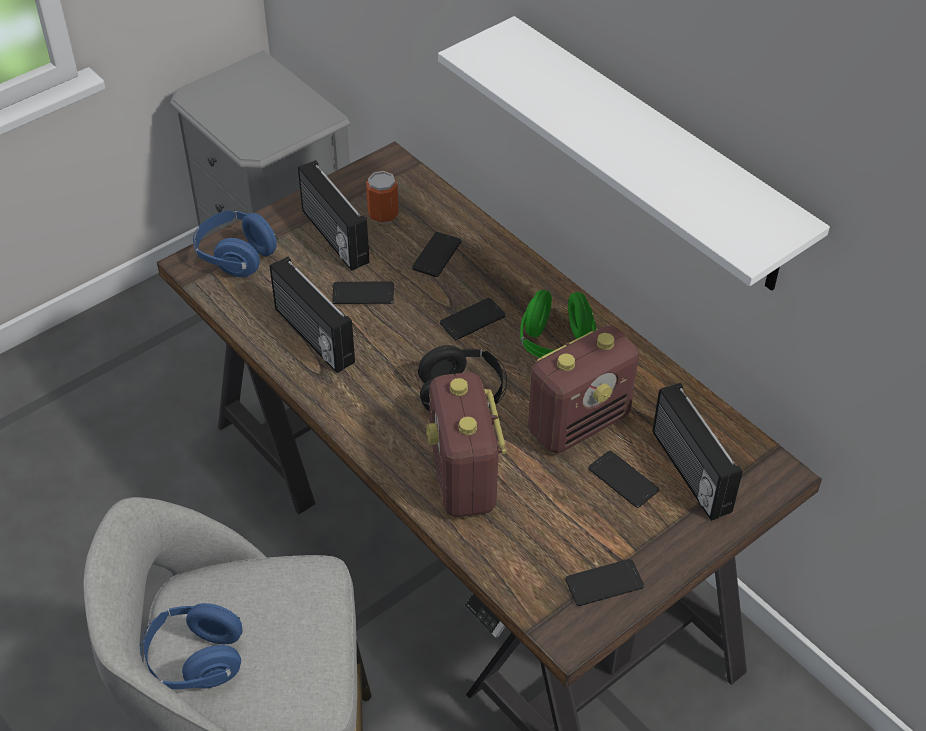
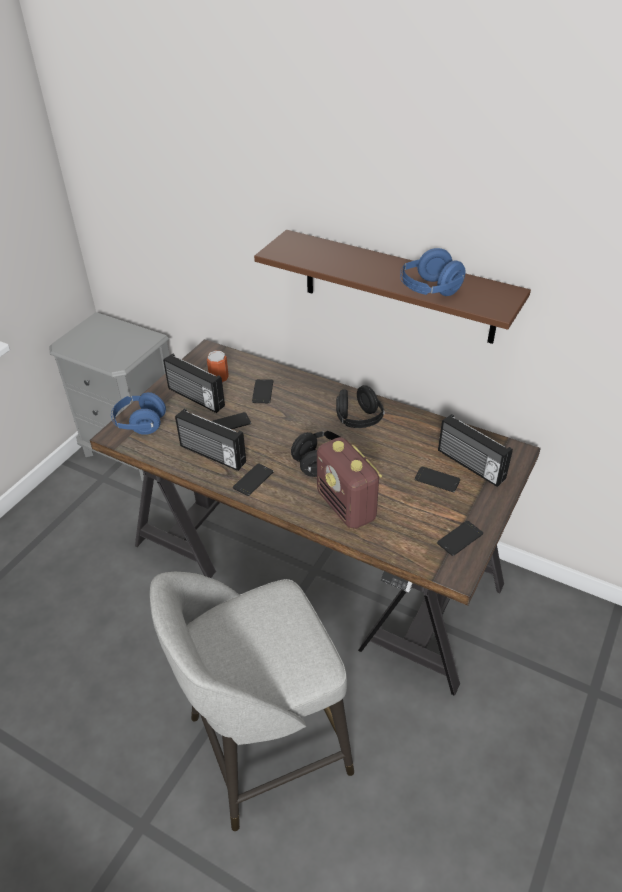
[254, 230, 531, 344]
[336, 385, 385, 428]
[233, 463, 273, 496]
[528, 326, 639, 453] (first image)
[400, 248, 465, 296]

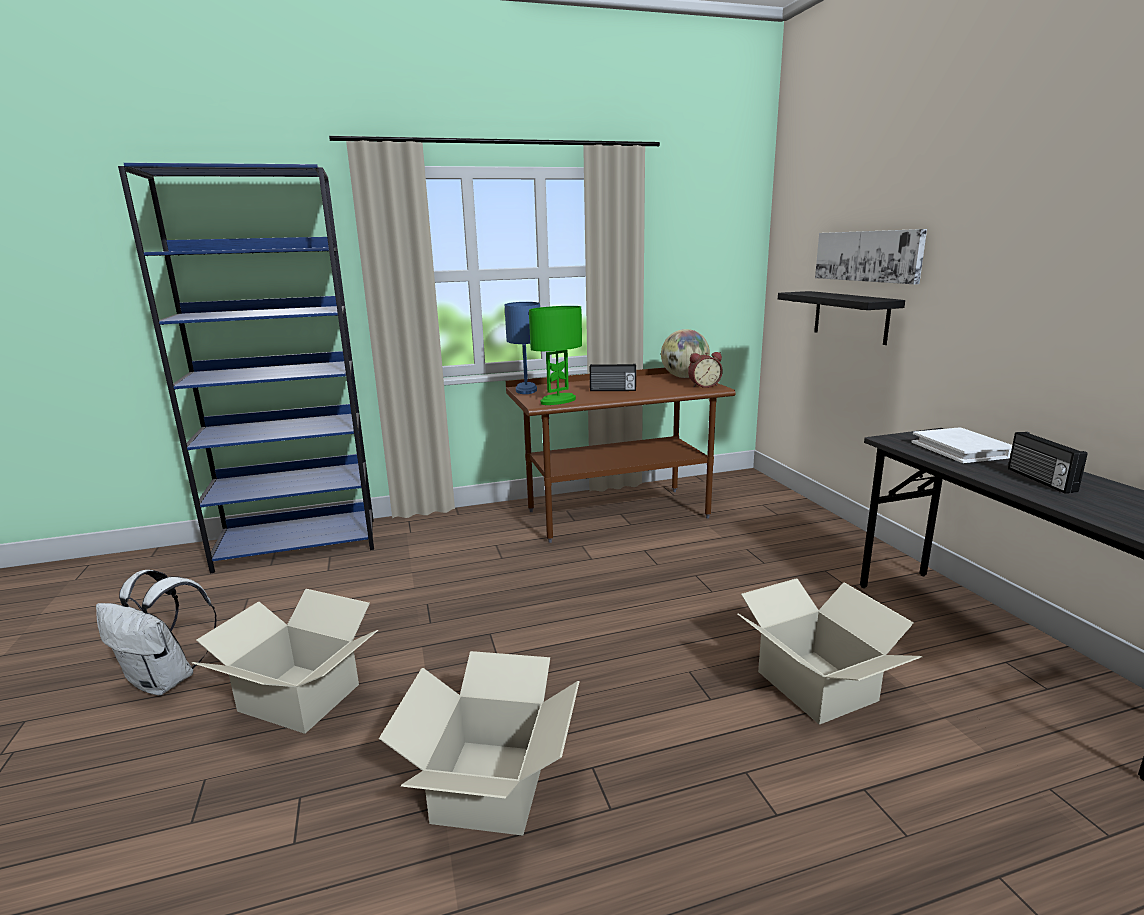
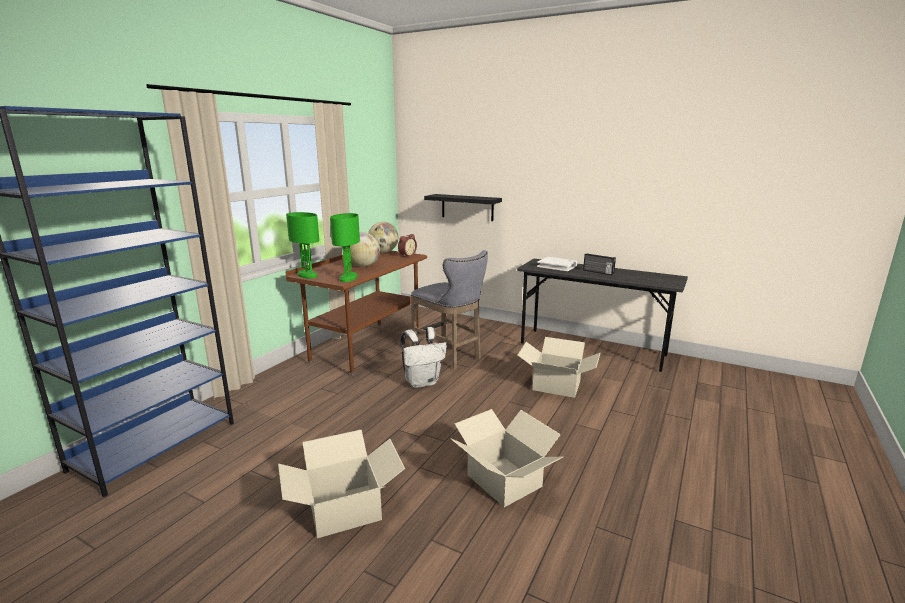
[815, 229, 927, 284] (first image)
[286, 212, 319, 279]
[345, 232, 380, 267]
[401, 327, 447, 388]
[411, 250, 488, 369]

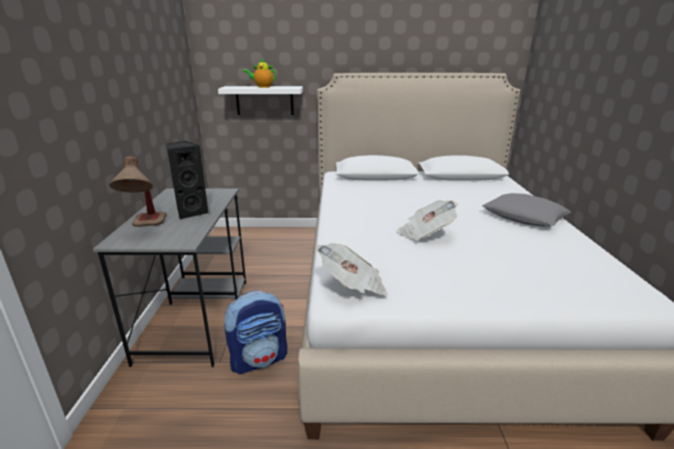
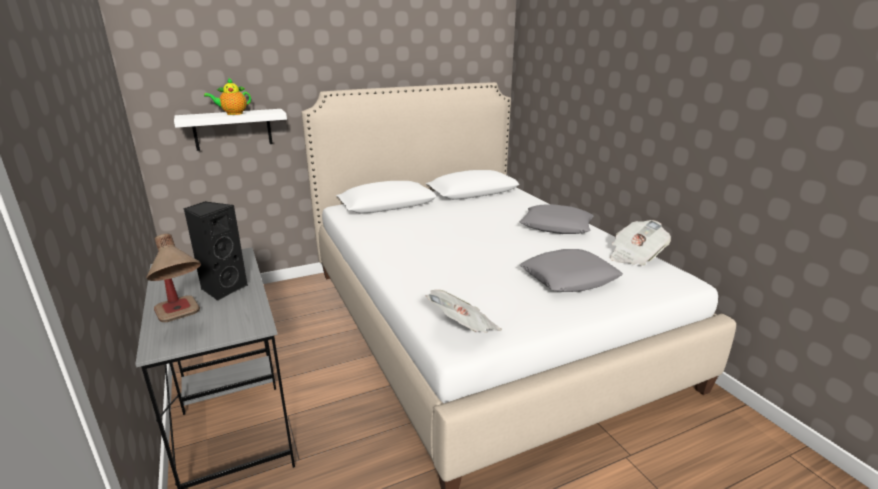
[610, 220, 671, 266]
[224, 291, 287, 374] (first image)
[520, 249, 623, 292]

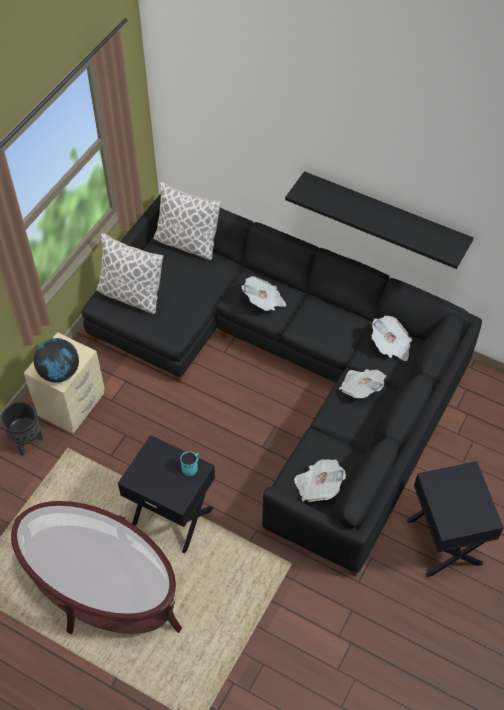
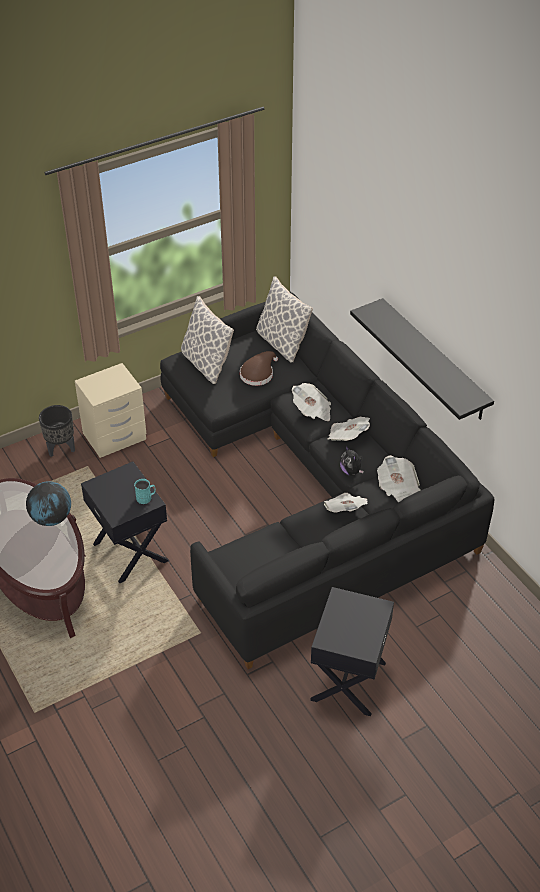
[26, 481, 71, 526]
[327, 417, 370, 441]
[240, 351, 278, 386]
[340, 446, 364, 476]

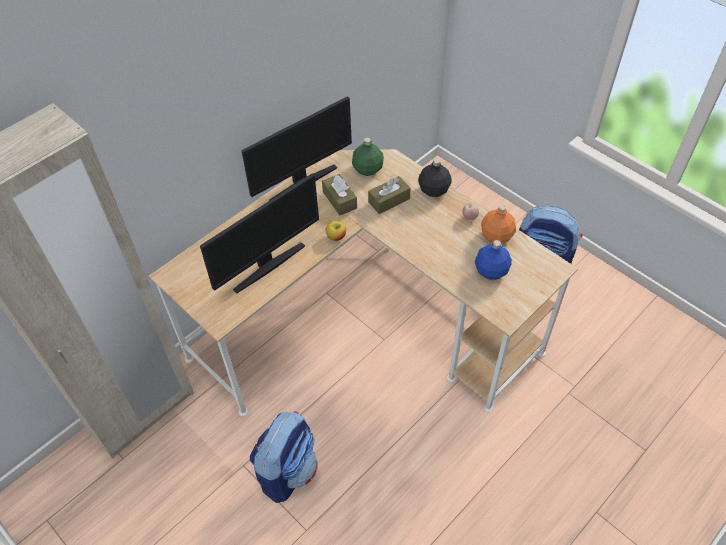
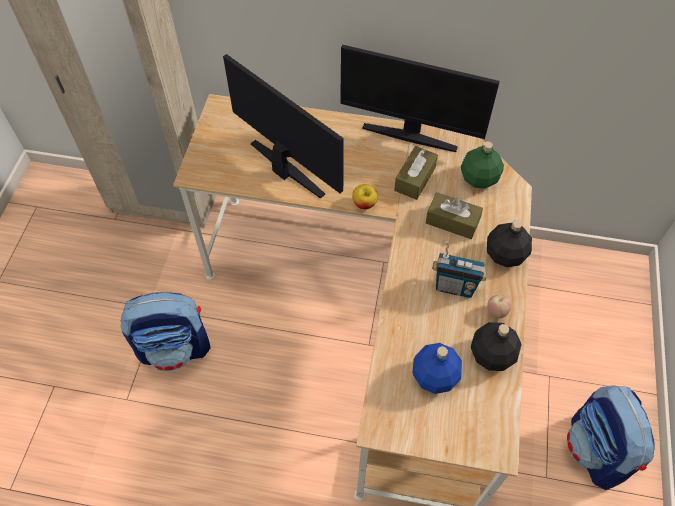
[223, 54, 344, 199]
[471, 322, 522, 371]
[432, 241, 487, 298]

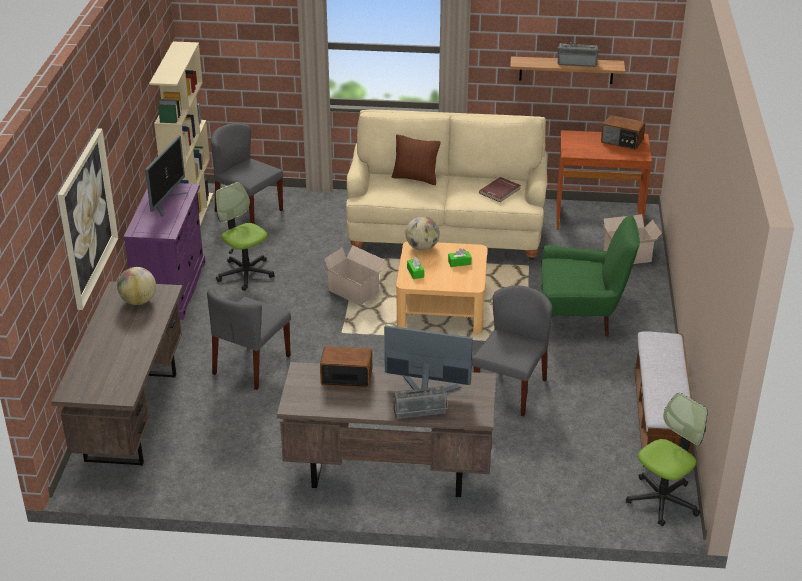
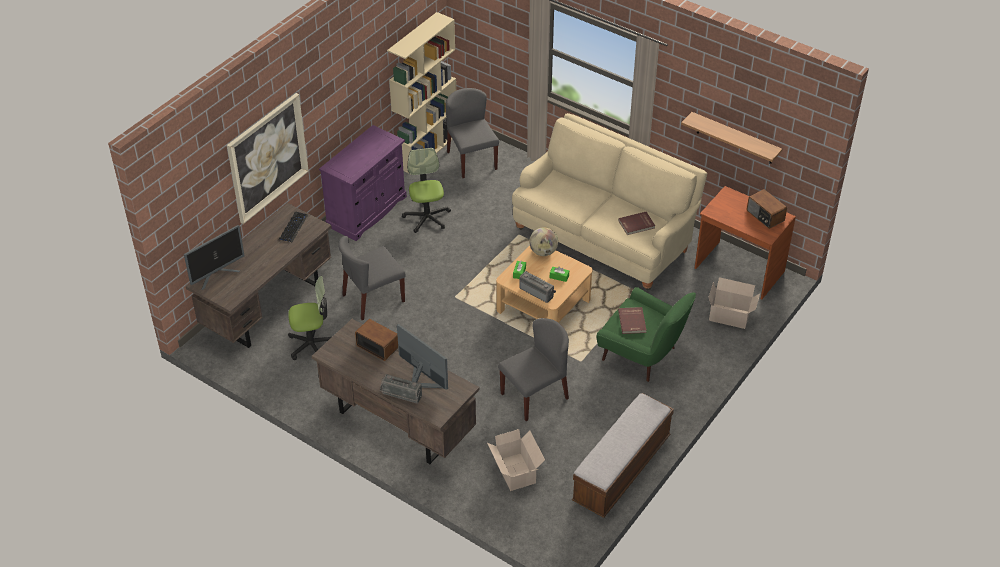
[519, 271, 556, 303]
[392, 134, 441, 185] (first image)
[184, 225, 245, 290]
[487, 429, 545, 491]
[279, 211, 308, 242]
[288, 276, 331, 360]
[618, 307, 646, 334]

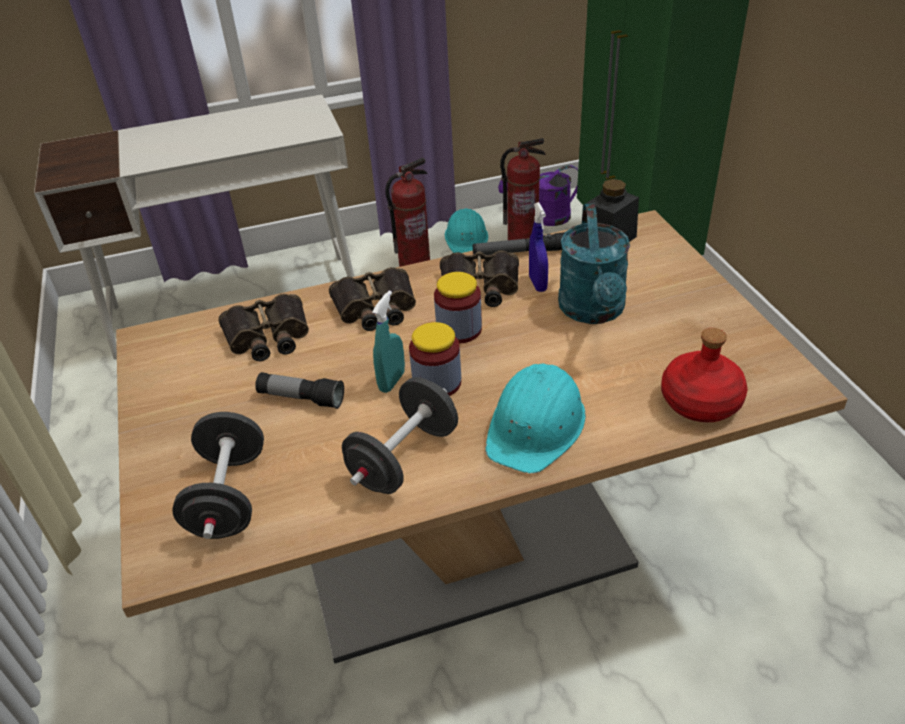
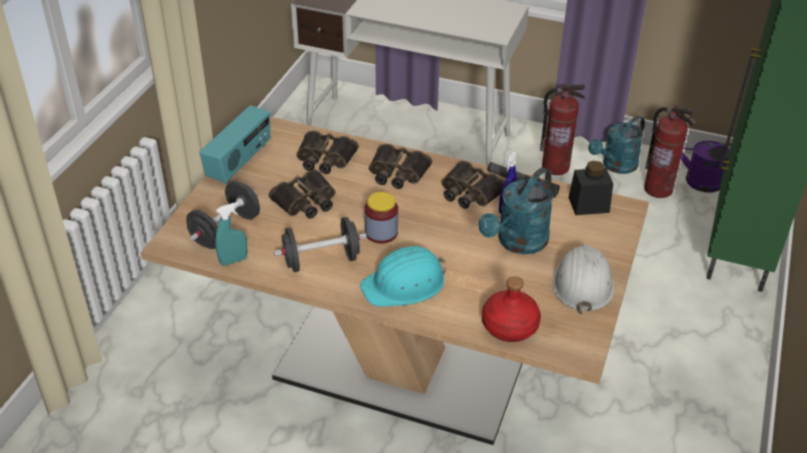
[588, 116, 645, 174]
[434, 272, 482, 344] (first image)
[215, 202, 247, 266]
[269, 170, 336, 219]
[200, 106, 270, 184]
[553, 244, 614, 315]

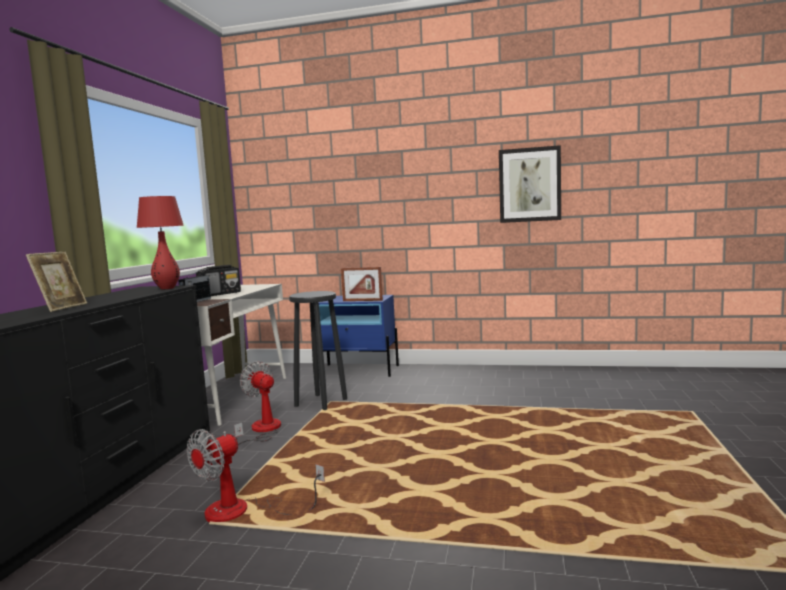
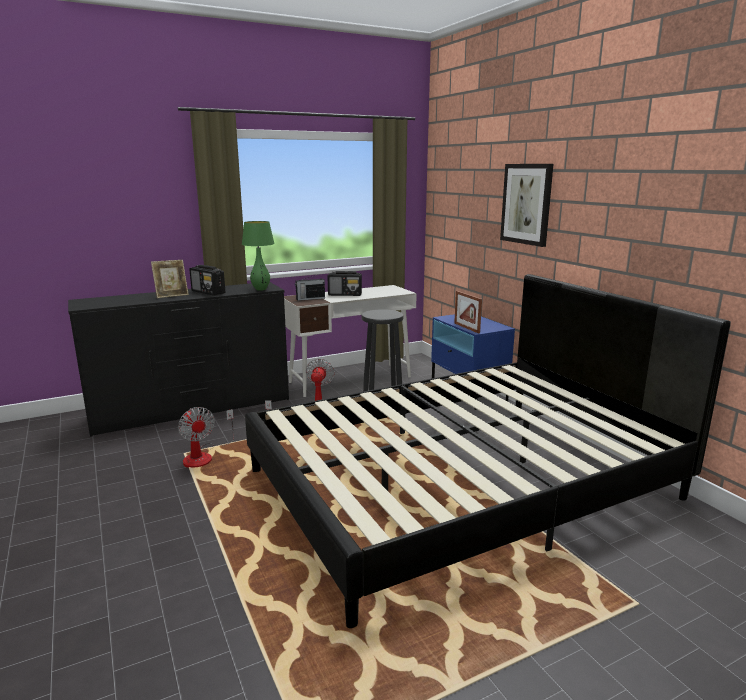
[500, 164, 553, 247]
[242, 221, 275, 291]
[178, 407, 234, 468]
[189, 265, 225, 296]
[245, 274, 731, 628]

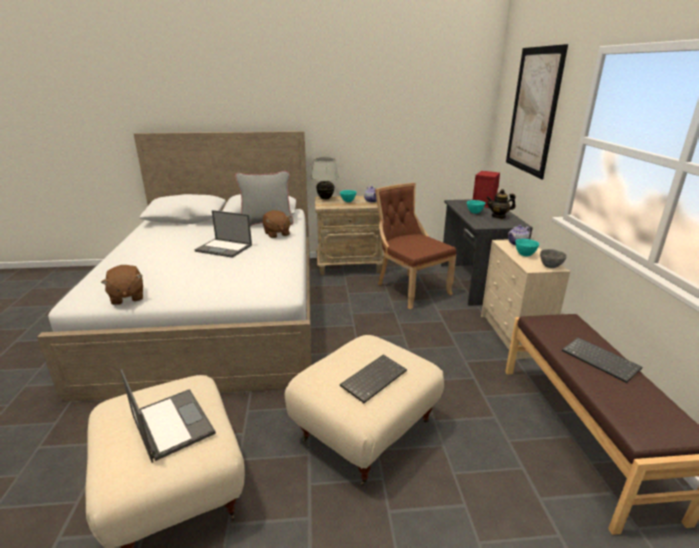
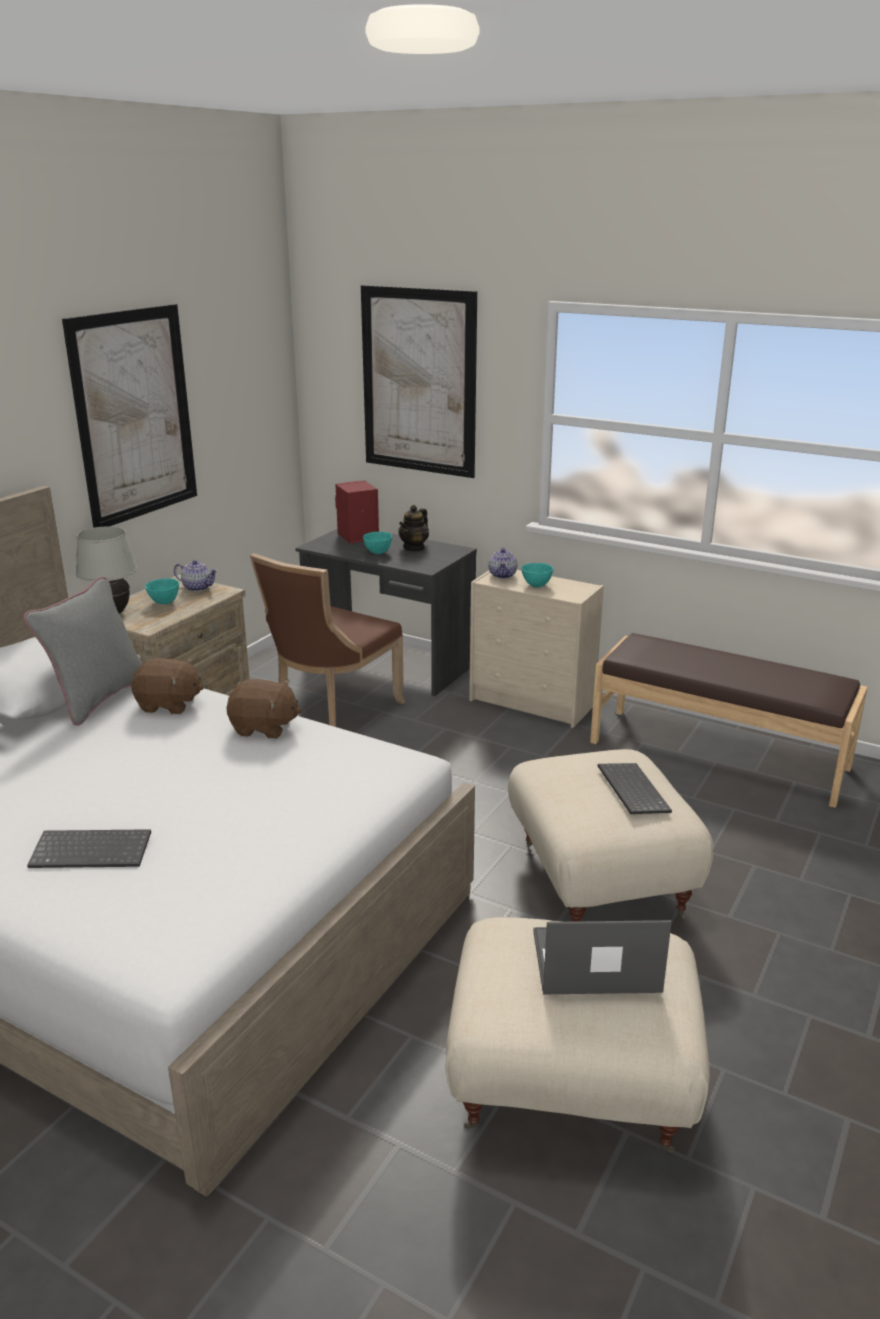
[250, 553, 405, 727]
[195, 210, 252, 258] (first image)
[540, 249, 567, 268] (first image)
[227, 679, 301, 739]
[27, 829, 151, 868]
[62, 304, 197, 528]

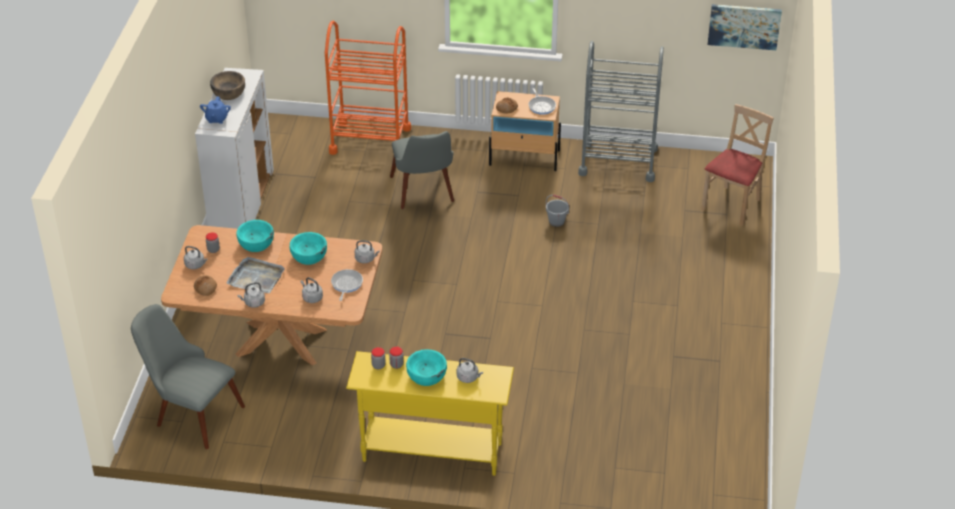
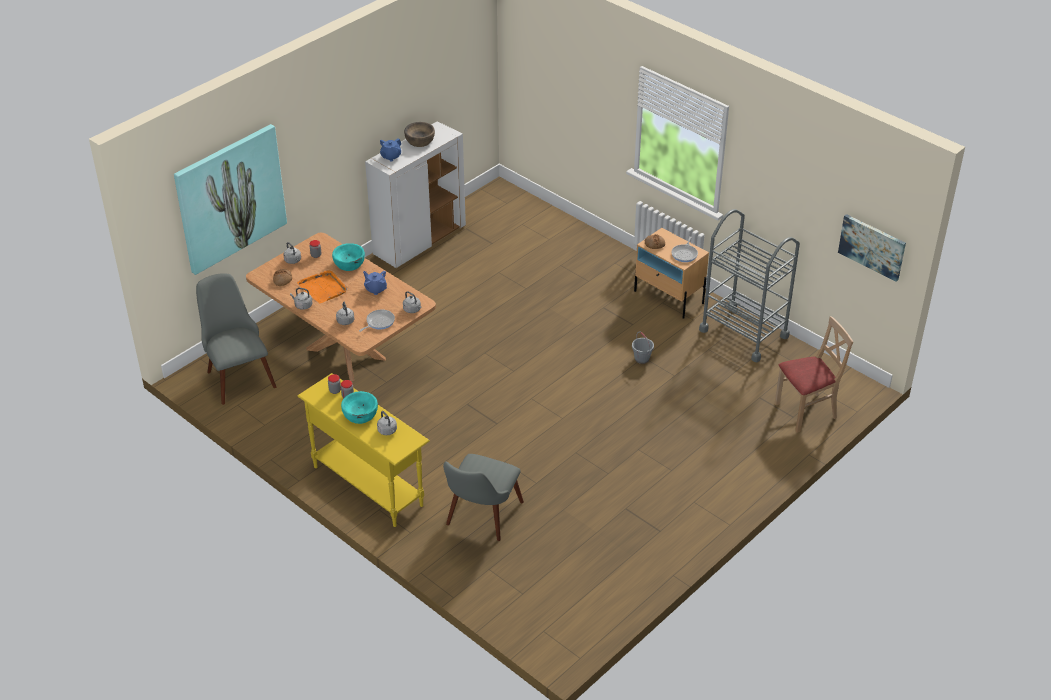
[325, 21, 411, 155] (first image)
[443, 454, 524, 541]
[363, 271, 387, 295]
[297, 270, 347, 303]
[174, 124, 287, 275]

